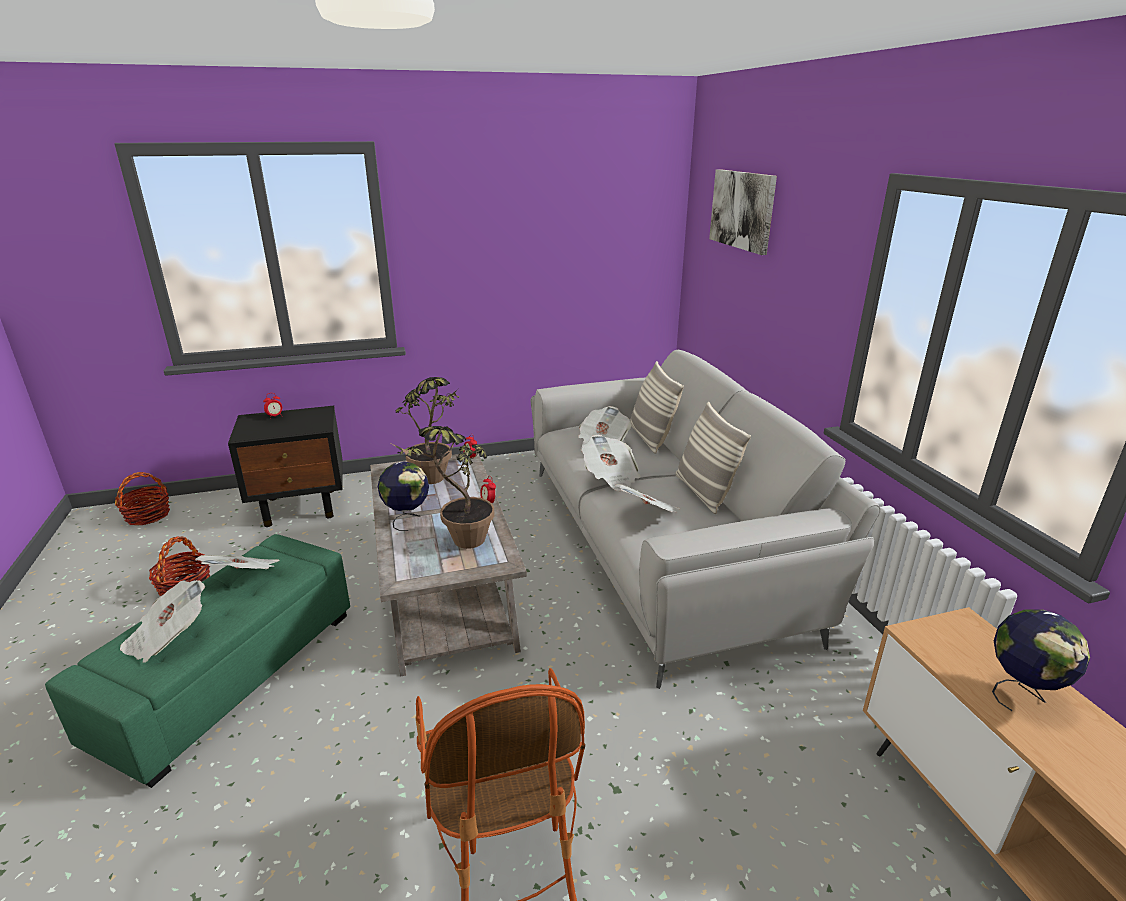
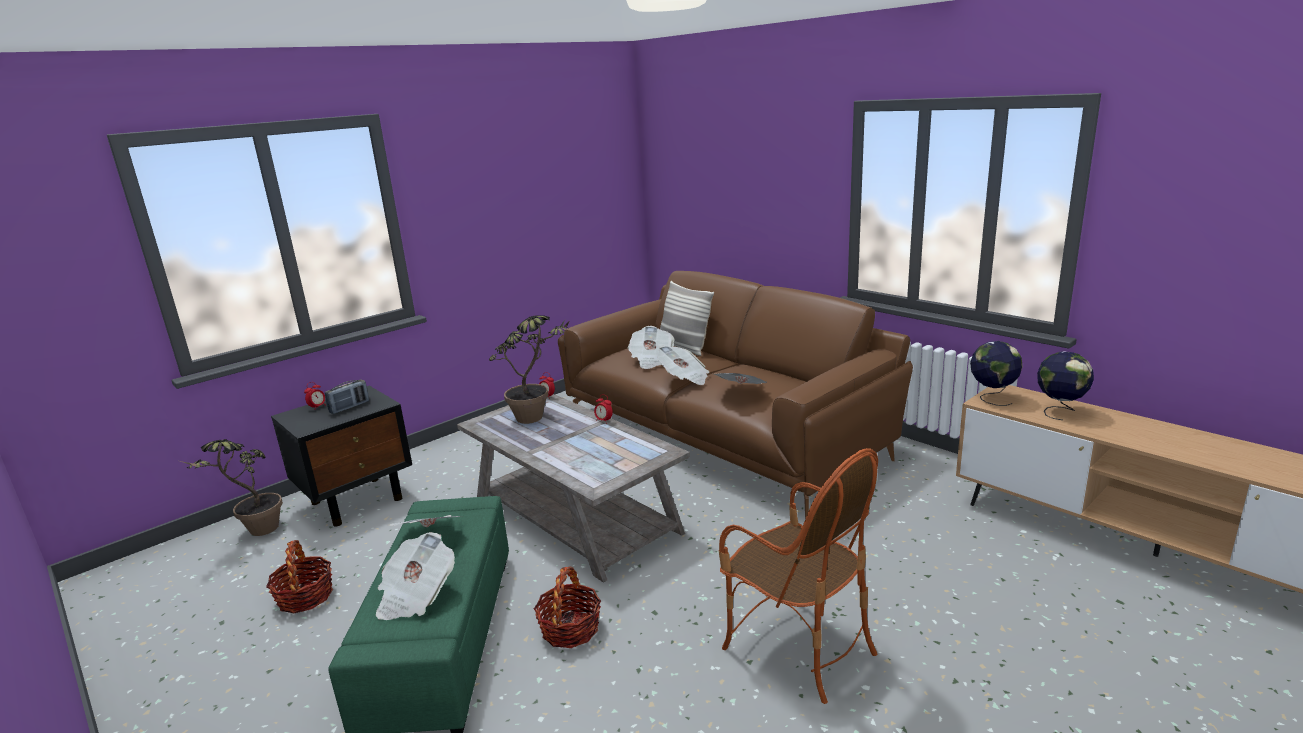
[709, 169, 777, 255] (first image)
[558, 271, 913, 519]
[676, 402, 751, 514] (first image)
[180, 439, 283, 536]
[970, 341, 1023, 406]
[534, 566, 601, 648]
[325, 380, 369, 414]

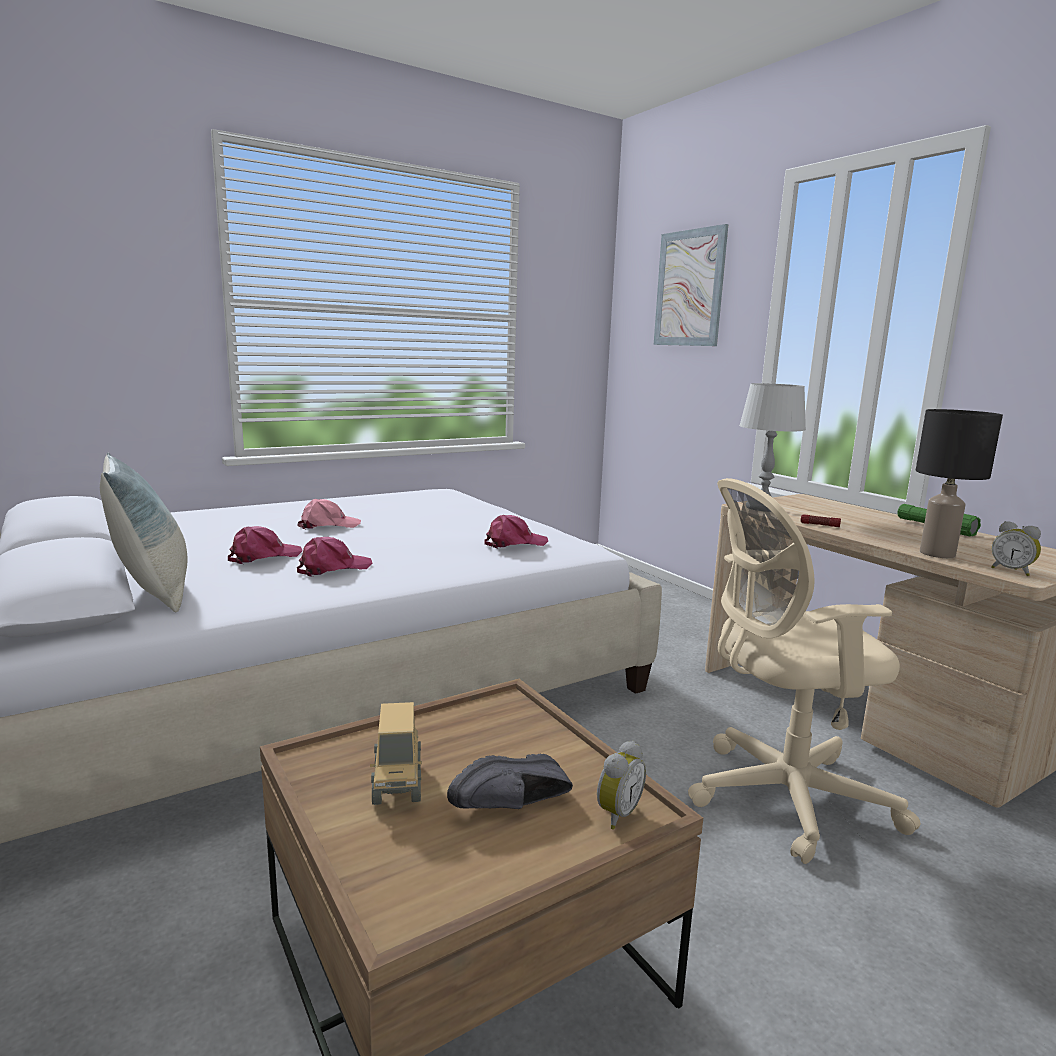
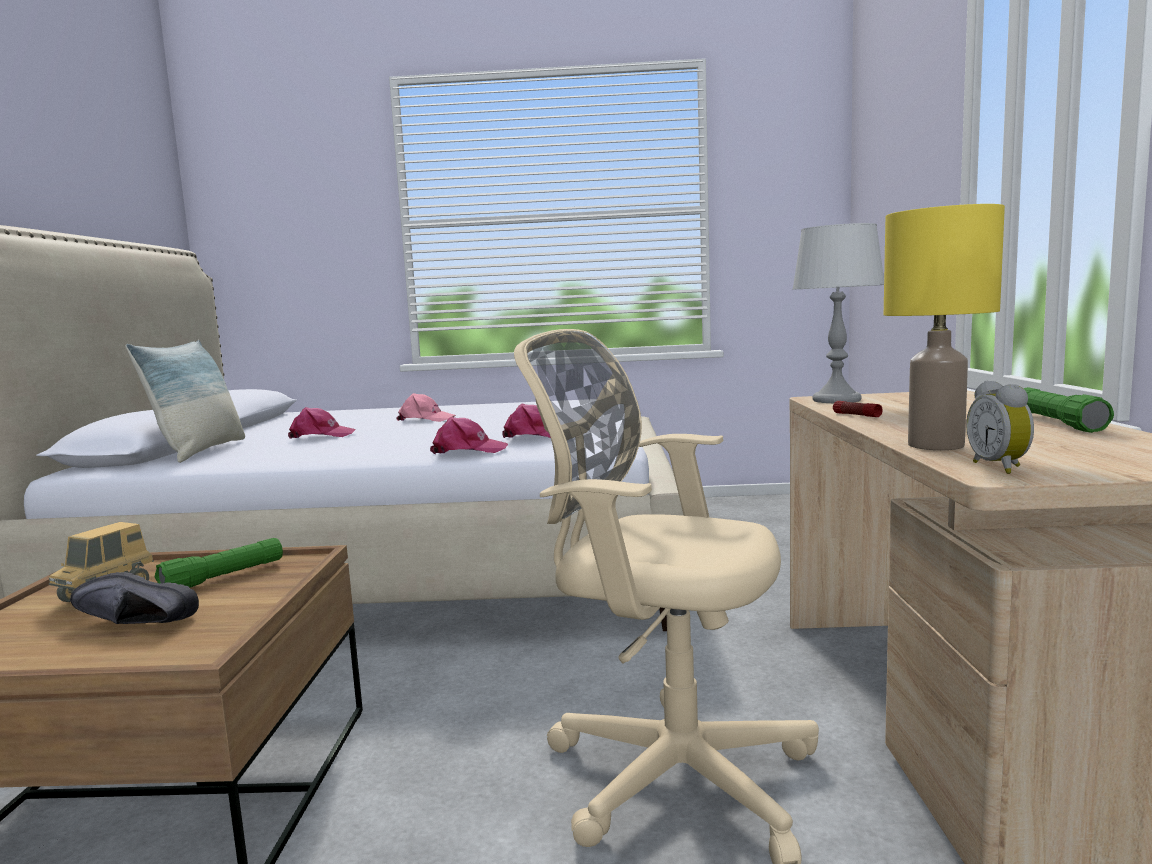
[654, 224, 729, 346] (first image)
[884, 204, 1005, 450]
[430, 417, 508, 454]
[597, 741, 646, 830] (first image)
[155, 538, 283, 588]

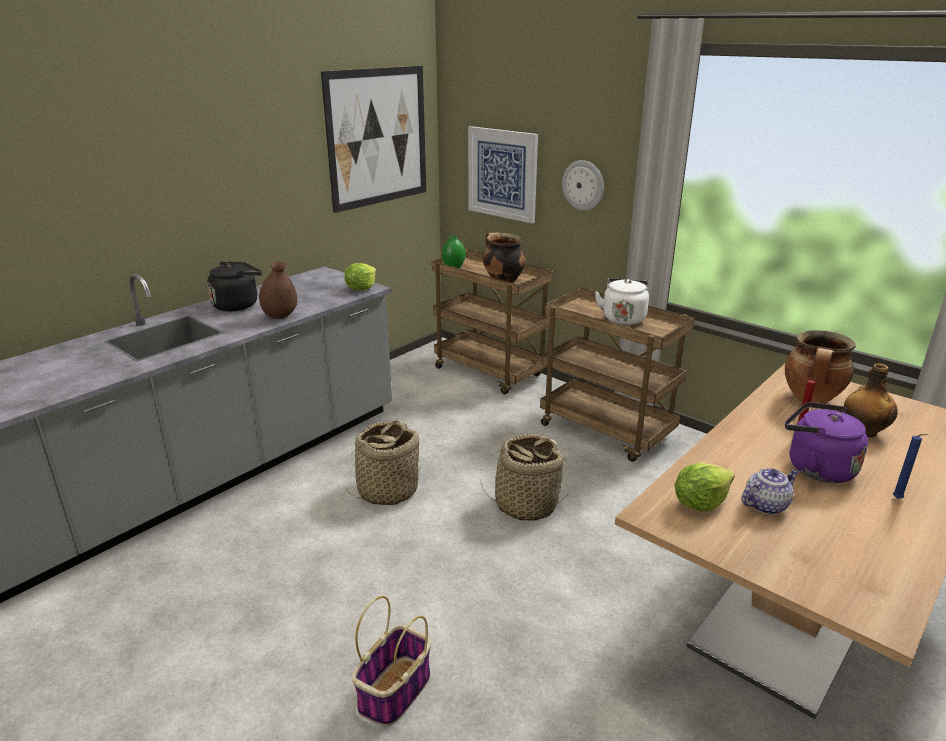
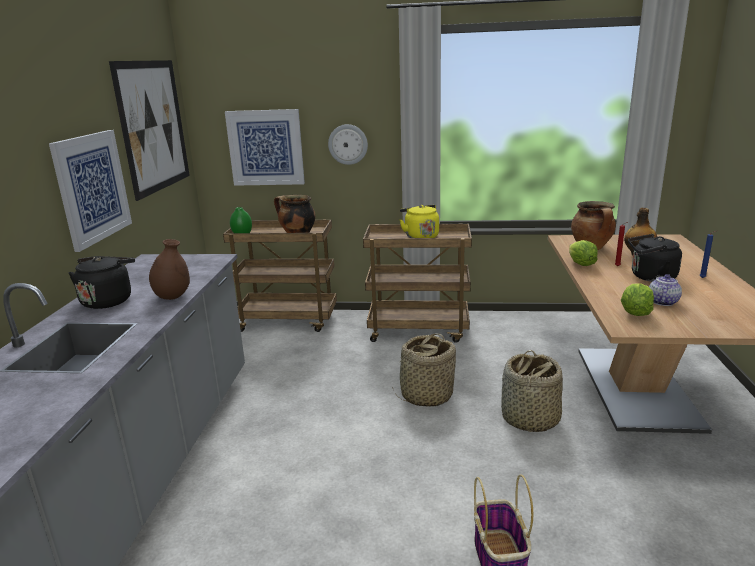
[569, 240, 598, 266]
[400, 205, 439, 238]
[628, 234, 682, 282]
[501, 350, 563, 432]
[49, 130, 132, 252]

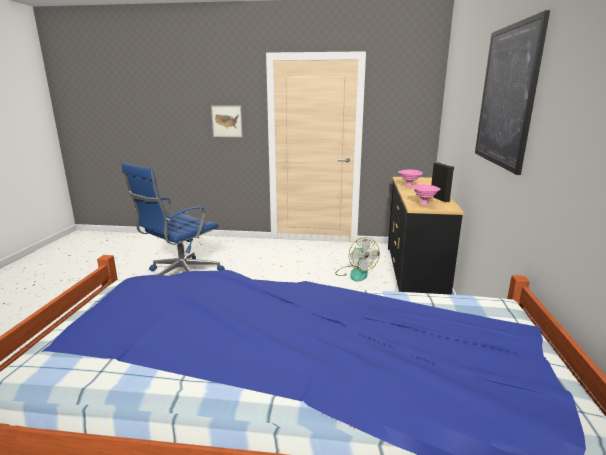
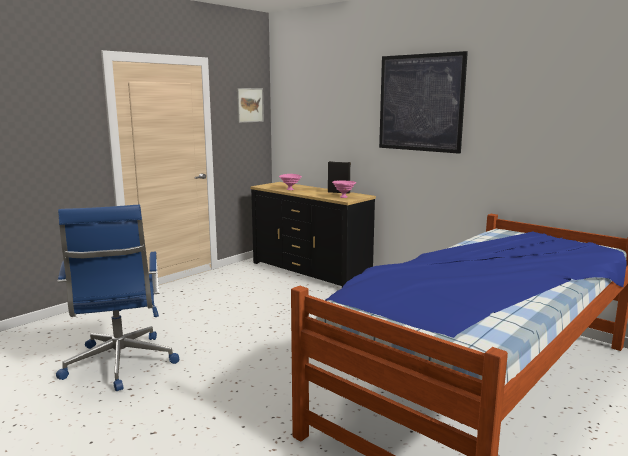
[237, 88, 264, 123]
[335, 237, 380, 282] (first image)

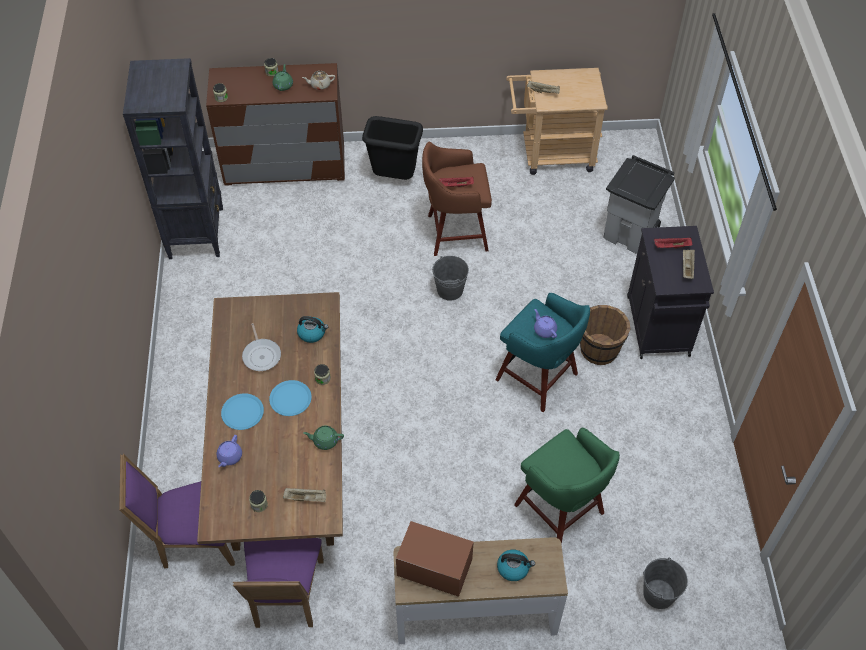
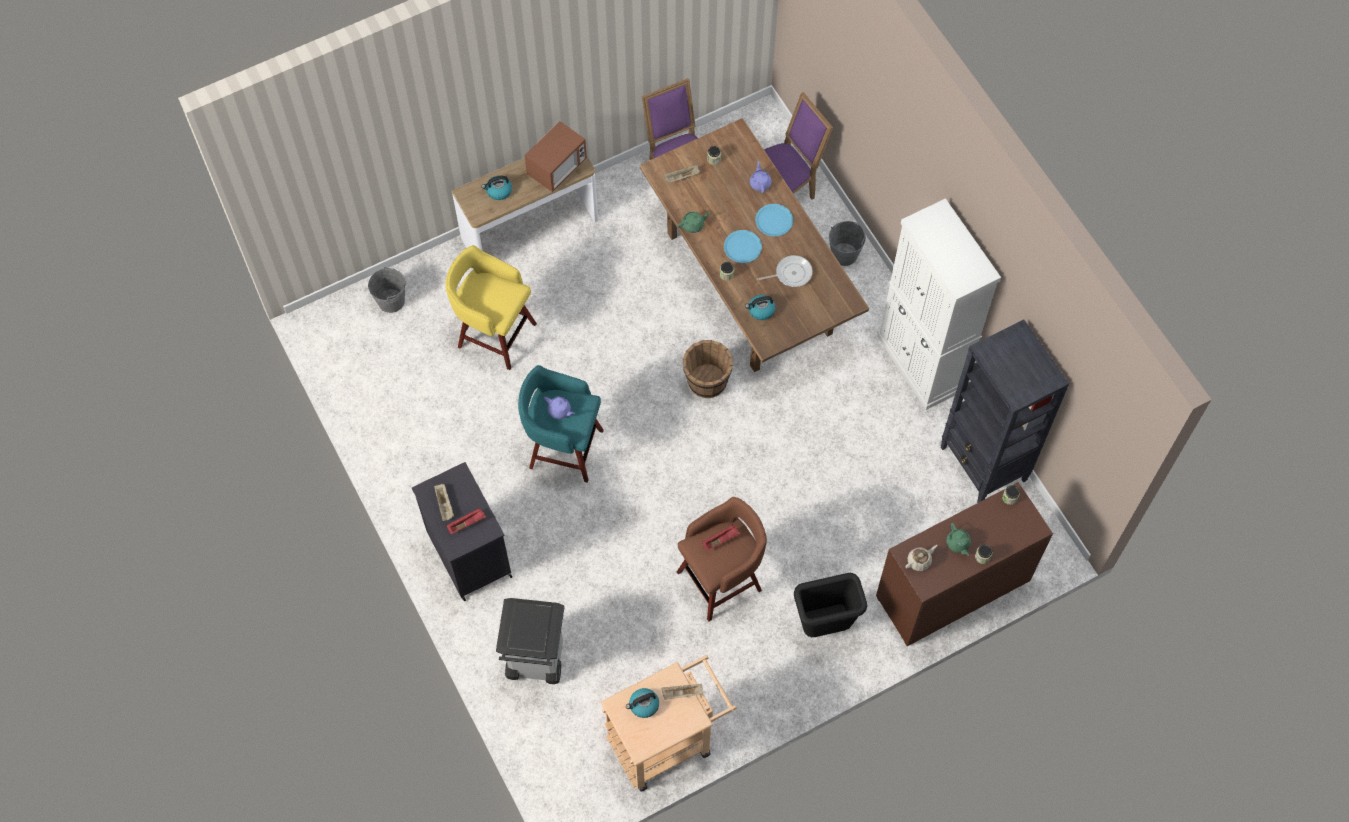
[829, 221, 866, 266]
[683, 340, 733, 398]
[757, 255, 813, 287]
[445, 245, 537, 370]
[524, 121, 587, 192]
[878, 198, 1001, 410]
[626, 688, 659, 718]

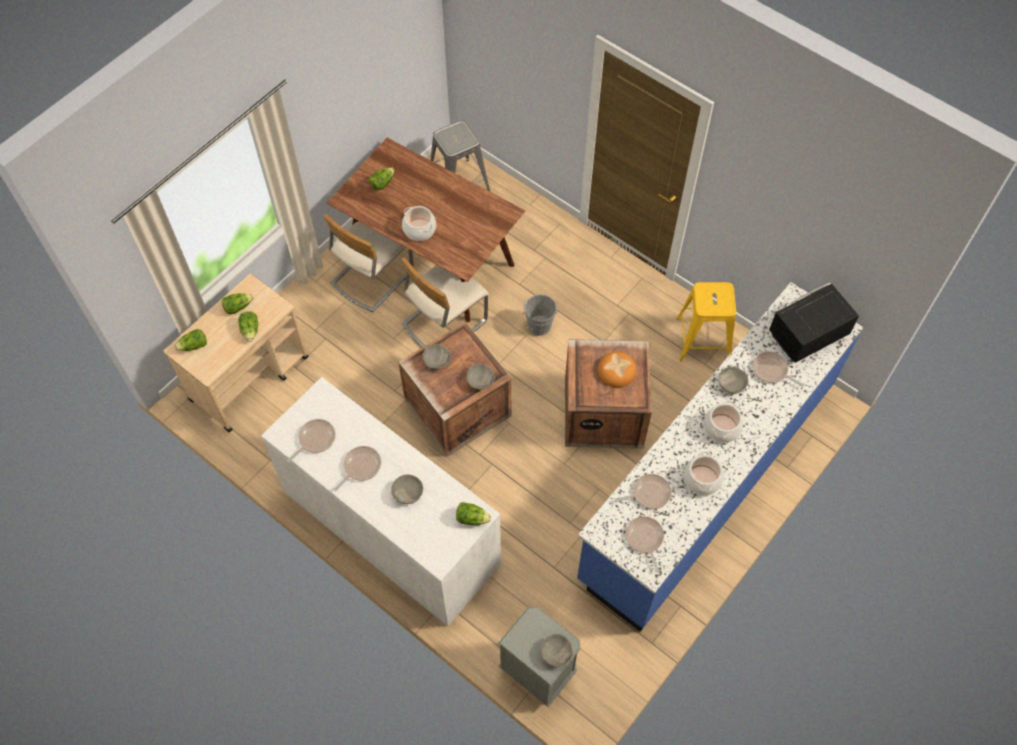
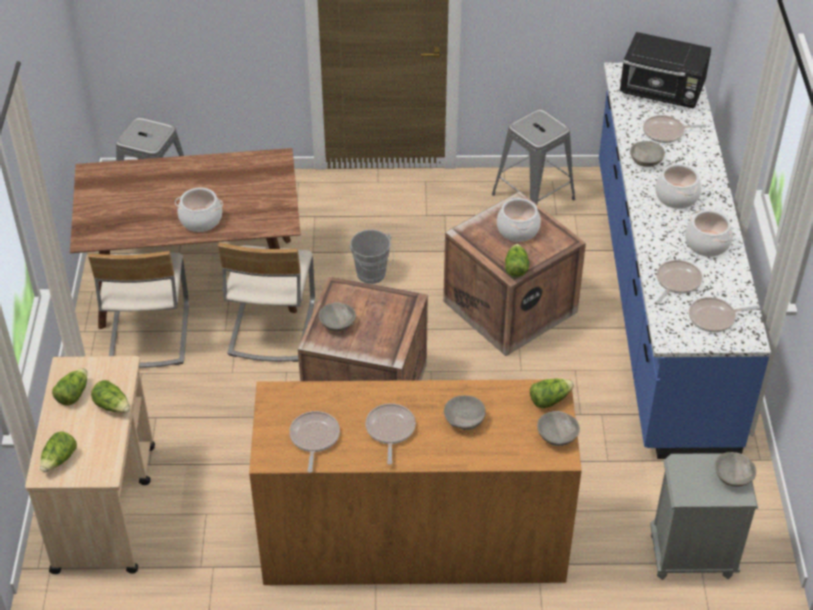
[505, 244, 529, 277]
[492, 109, 575, 204]
[620, 32, 711, 108]
[497, 197, 541, 242]
[537, 411, 580, 446]
[249, 379, 582, 585]
[689, 297, 760, 332]

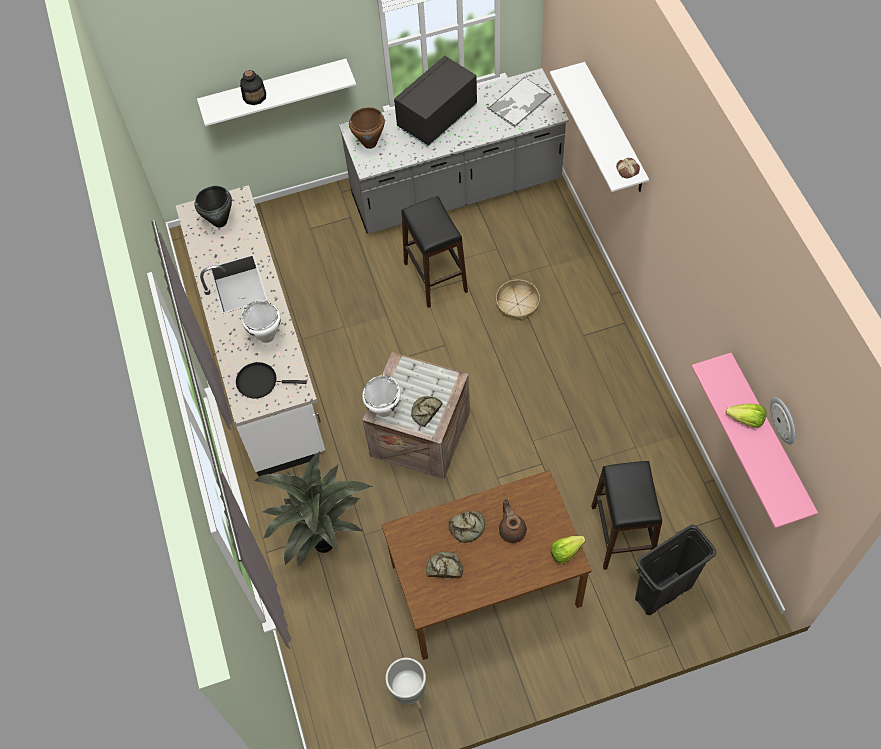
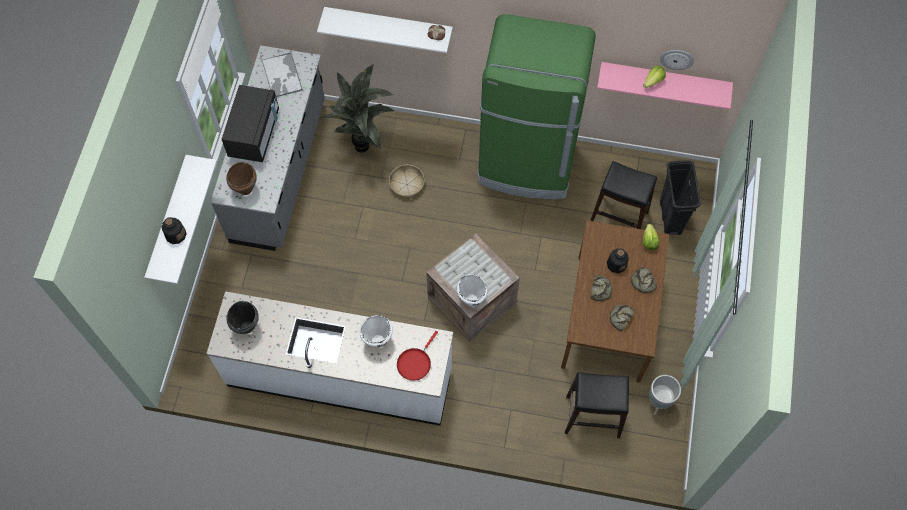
[222, 85, 279, 162]
[565, 372, 629, 438]
[397, 331, 438, 381]
[631, 267, 657, 293]
[320, 65, 395, 153]
[607, 248, 629, 273]
[477, 14, 596, 199]

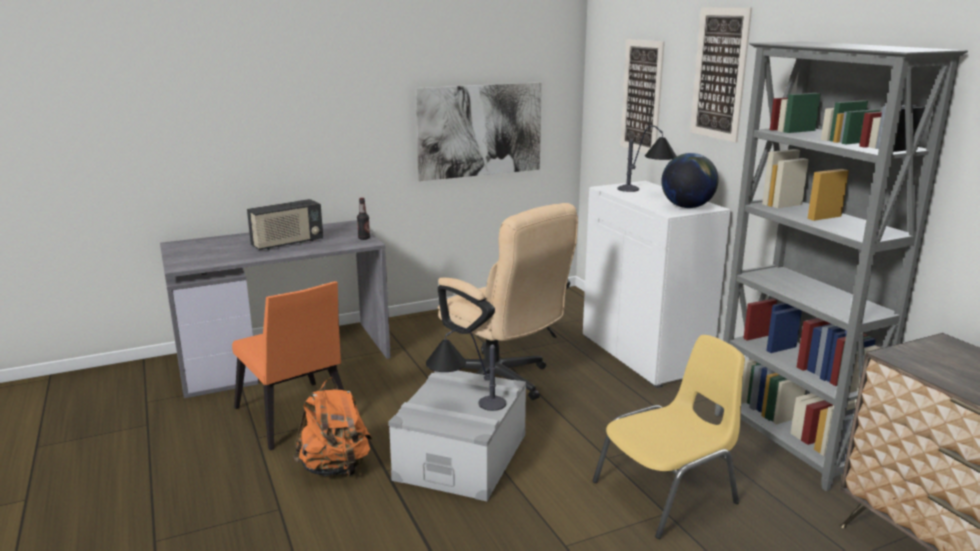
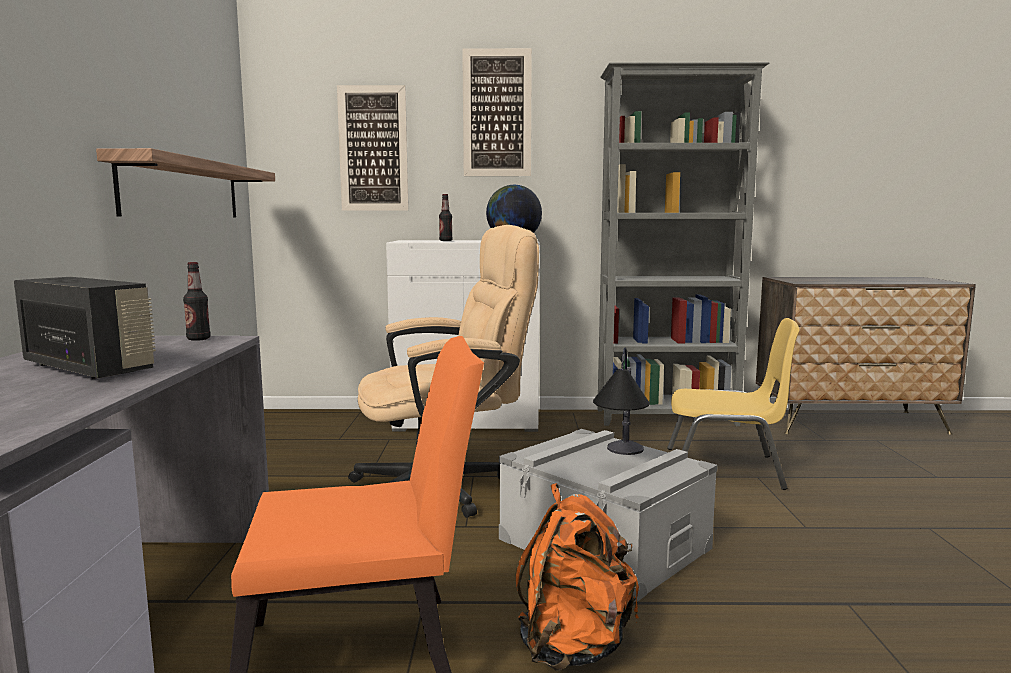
[96, 148, 275, 218]
[439, 194, 453, 241]
[14, 277, 156, 379]
[667, 318, 799, 490]

